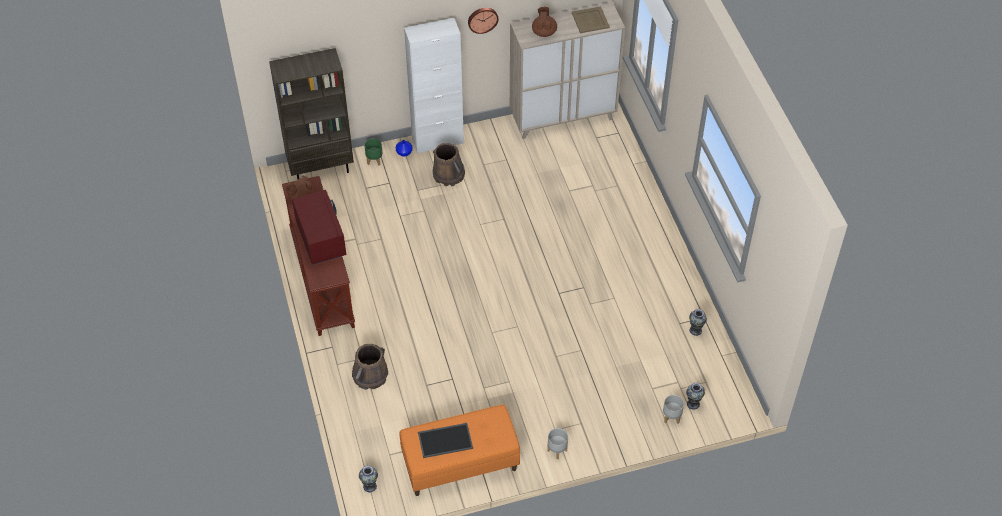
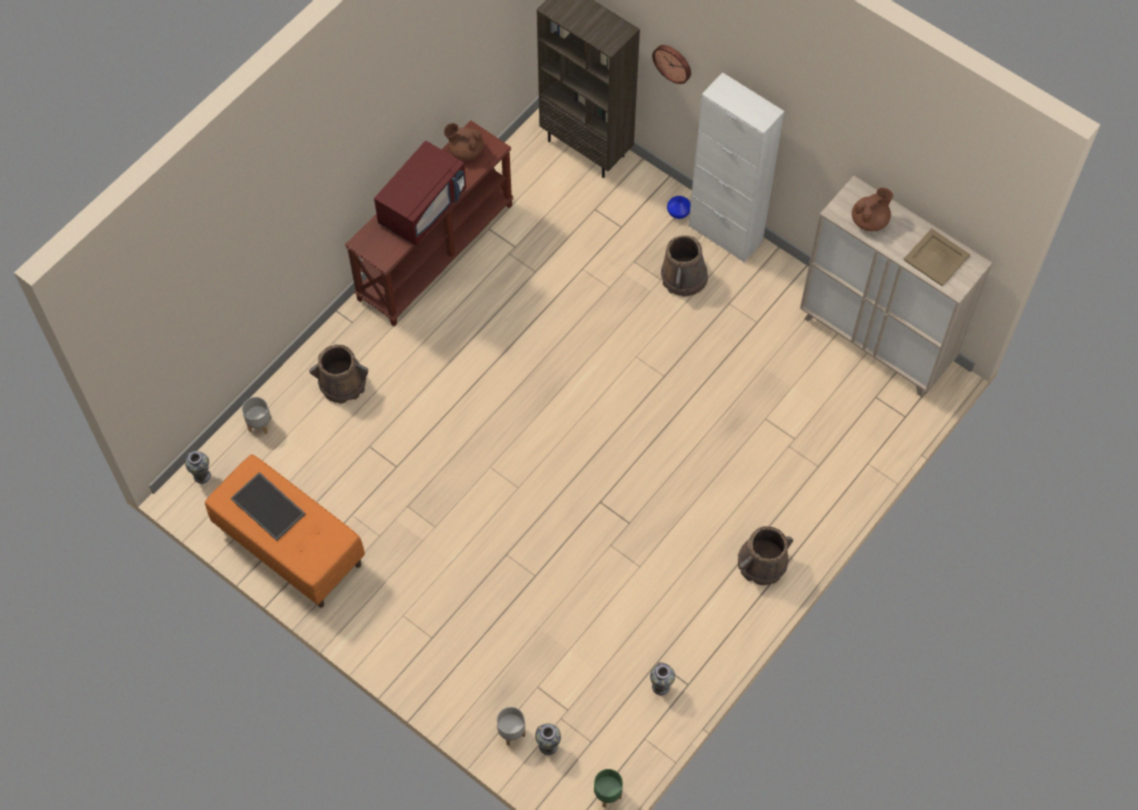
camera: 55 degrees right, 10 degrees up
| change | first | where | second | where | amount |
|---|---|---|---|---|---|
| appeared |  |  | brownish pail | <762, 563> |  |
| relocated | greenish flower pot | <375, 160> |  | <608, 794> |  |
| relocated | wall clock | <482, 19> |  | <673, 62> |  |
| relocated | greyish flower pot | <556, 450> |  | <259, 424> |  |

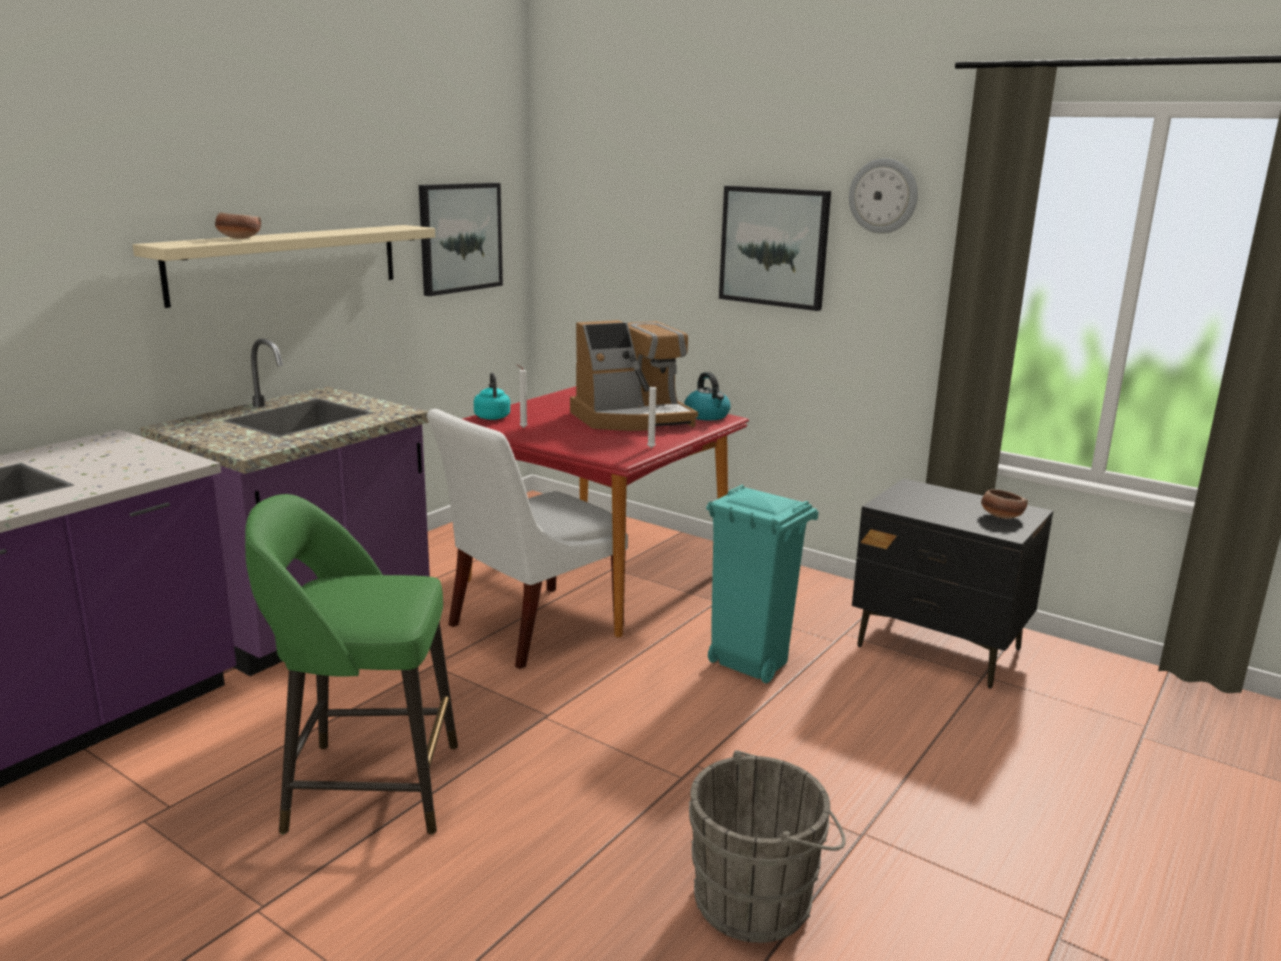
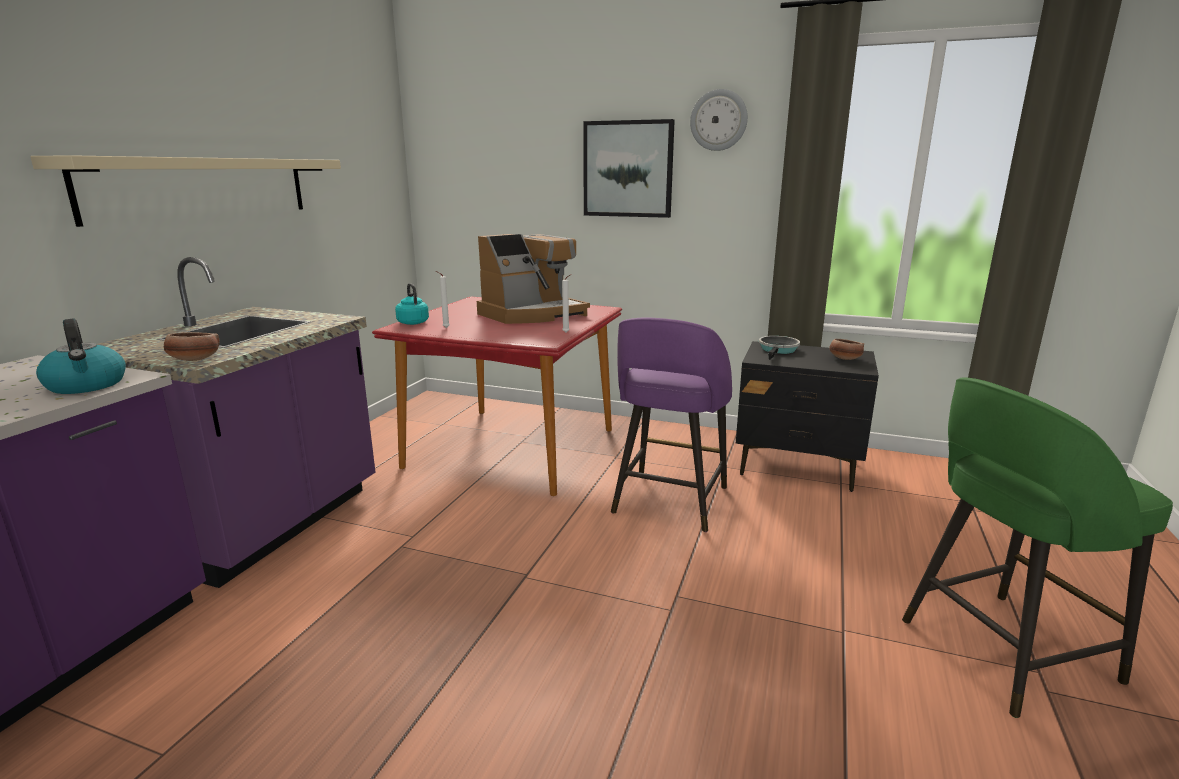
camera: 15 degrees left, 0 degrees up
| change | first | where | second | where | amount |
|---|---|---|---|---|---|
| missing | wall art | <460, 237> |  |  |  |
| missing | white chair | <528, 627> |  |  |  |
| missing | greyish pail | <760, 899> |  |  |  |
| appeared |  |  | frying pan | <778, 350> |  |
| relocated | bowl | <238, 238> |  | <193, 360> |  |
| relocated | greenish sitting stool | <367, 786> |  | <1001, 651> |  |
| relocated | kettle | <707, 416> |  | <87, 385> |  |
| exchanged | turquoise-coloured waste bin | <748, 664> | purple sitting stool | <669, 502> |  |

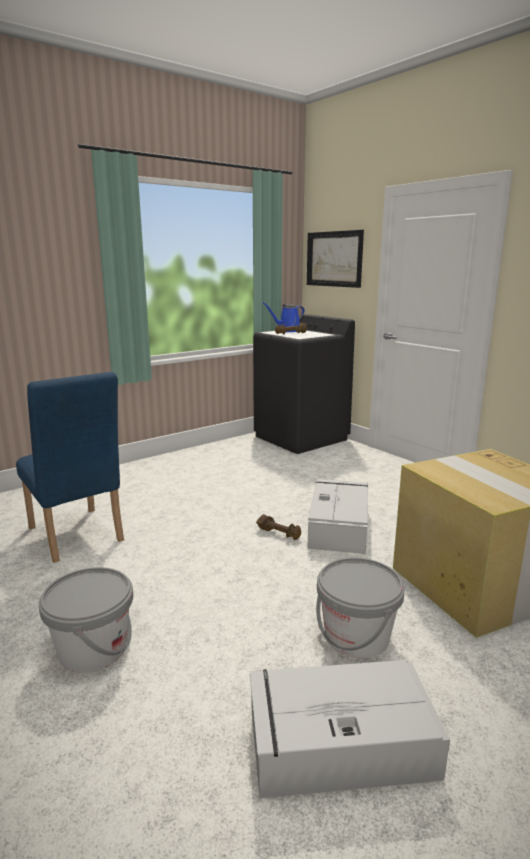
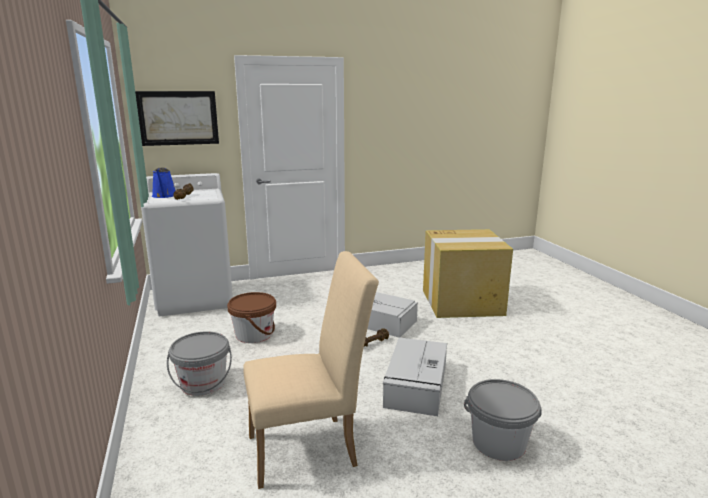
camera: 70 degrees left, 0 degrees up
| change | first | where | second | where | amount |
|---|---|---|---|---|---|
| appeared |  |  | brownish pail | <254, 334> |  |
| relocated | greyish storage bin | <337, 743> |  | <416, 385> |  |
| relocated | greyish pail | <356, 636> |  | <203, 383> |  |
| colour | blue-coloured chair | <77, 537> | beige chair | <311, 448> |  |
| colour | black-coloured washing machine | <301, 438> | white washing machine | <195, 298> |  |

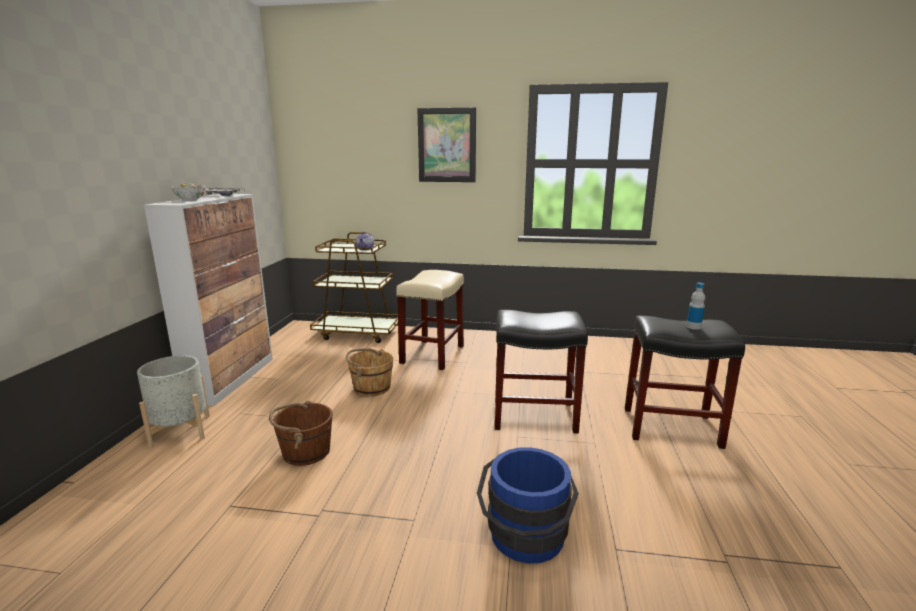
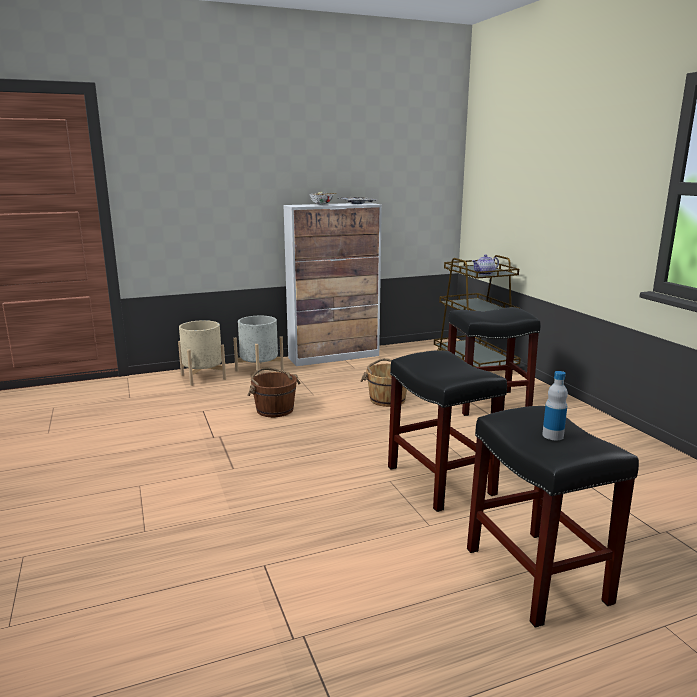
camera: 60 degrees right, 0 degrees up
| change | first | where | second | where | amount |
|---|---|---|---|---|---|
| missing | wall art | <447, 145> |  |  |  |
| missing | blue-coloured pail | <525, 540> |  |  |  |
| appeared |  |  | beige flower pot | <203, 377> |  |
| colour | beige sitting stool | <432, 354> | black-coloured sitting stool | <487, 402> |  |

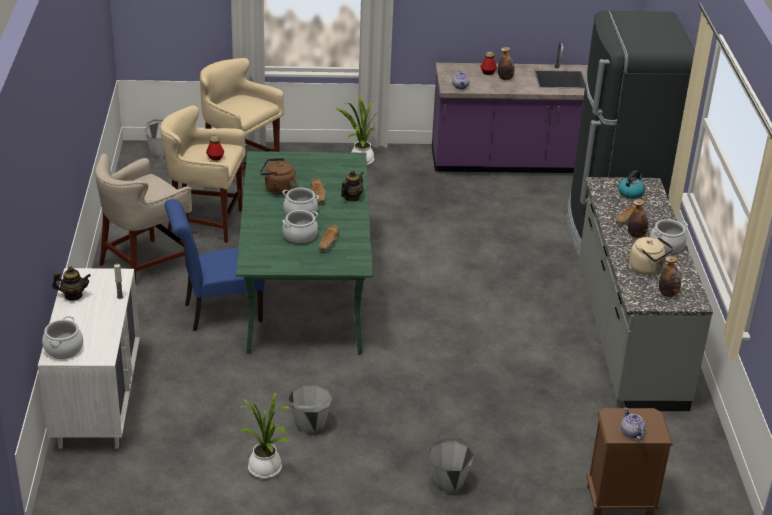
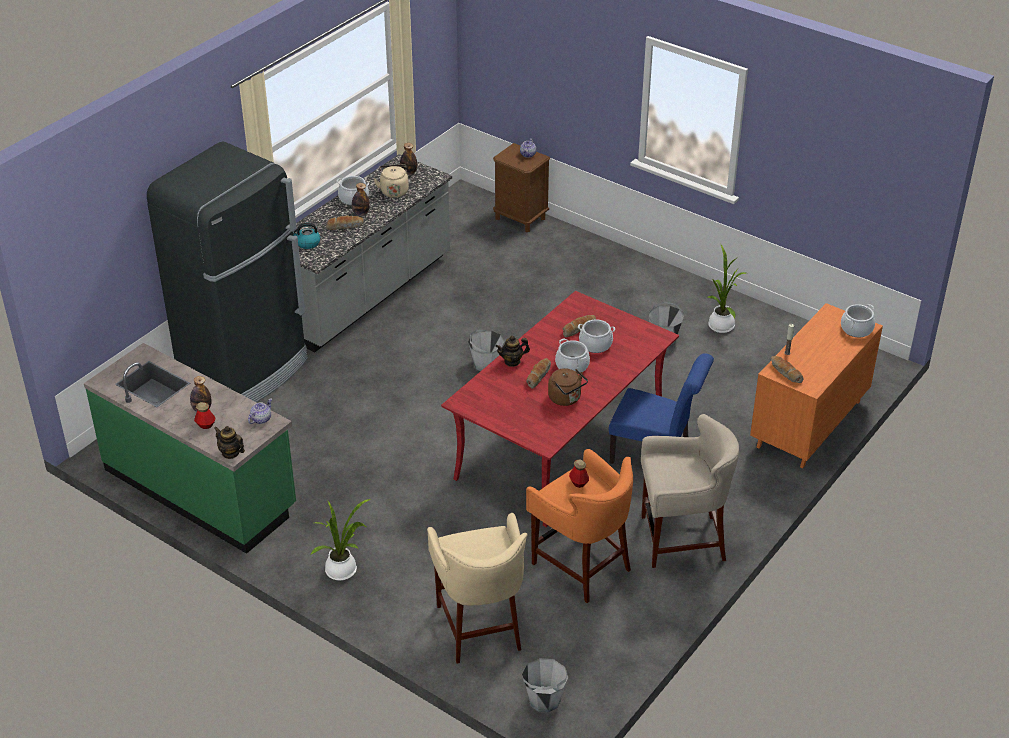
camera: 140 degrees left, 5 degrees up
| change | first | where | second | where | amount |
|---|---|---|---|---|---|
| appeared |  |  | baked bread | <785, 373> |  |
| relocated | pot for tea | <73, 296> |  | <230, 453> |  |
| relocated | greyish pail | <449, 482> |  | <486, 364> |  |
| colour | white chest of drawers | <97, 400> | orange-coloured chest of drawers | <809, 424> |  |
| colour | beige sitting stool | <206, 222> | orange-coloured sitting stool | <582, 565> |  |
| colour | greenish dinner table | <304, 289> | red dinner table | <561, 444> |  |
| colour | purple counter | <513, 163> | greenish counter | <201, 489> |  |

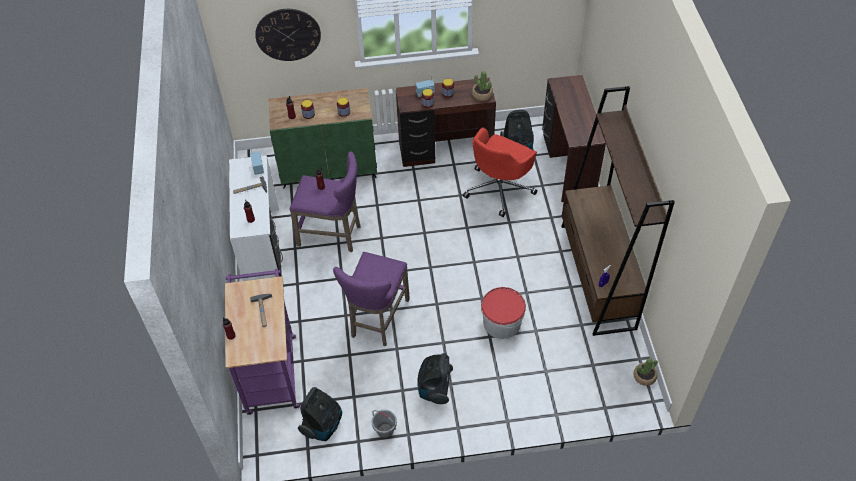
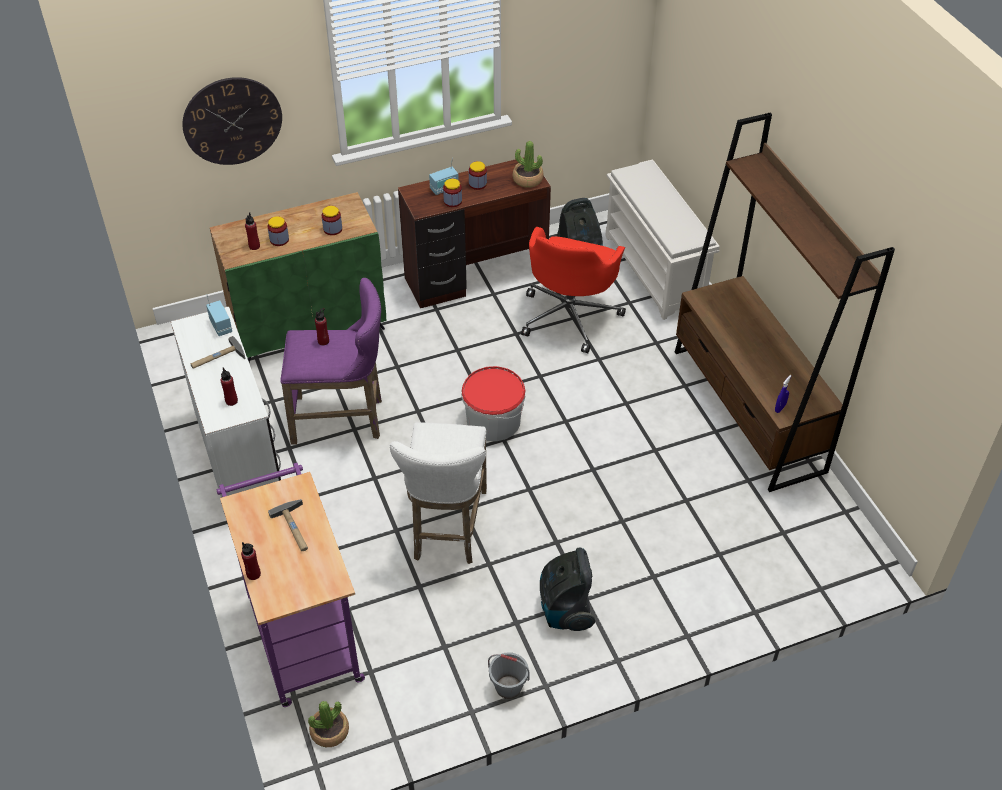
camera: 15 degrees left, 5 degrees down
| change | first | where | second | where | amount |
|---|---|---|---|---|---|
| missing | vacuum cleaner | <323, 426> |  |  |  |
| relocated | pail | <501, 323> |  | <493, 421> |  |
| relocated | plant in a pot | <644, 376> |  | <329, 731> |  |
| exchanged | brownish desk table | <567, 166> | white shoe stand | <655, 271> |  |
| colour | purple sitting stool | <377, 320> | white sitting stool | <447, 529> |  |

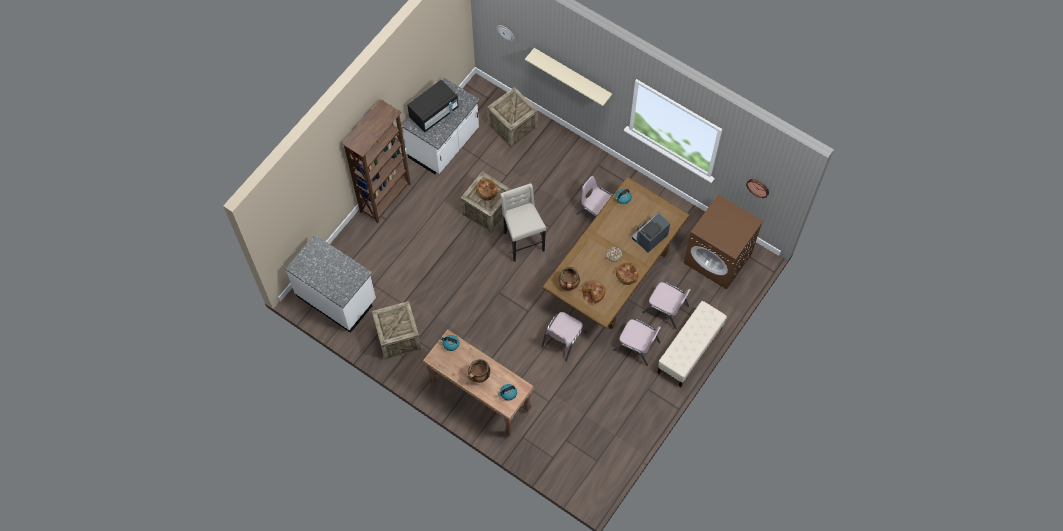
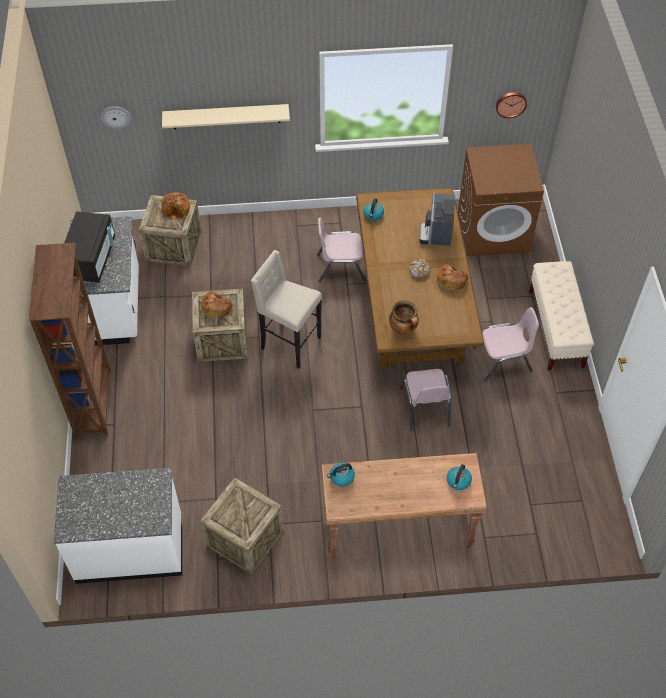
camera: 40 degrees left, 10 degrees down
| change | first | where | second | where | amount |
|---|---|---|---|---|---|
| missing | cooking pot | <479, 376> |  |  |  |
| missing | pink chair | <666, 309> |  |  |  |
| relocated | baked bread | <593, 293> |  | <176, 209> |  |

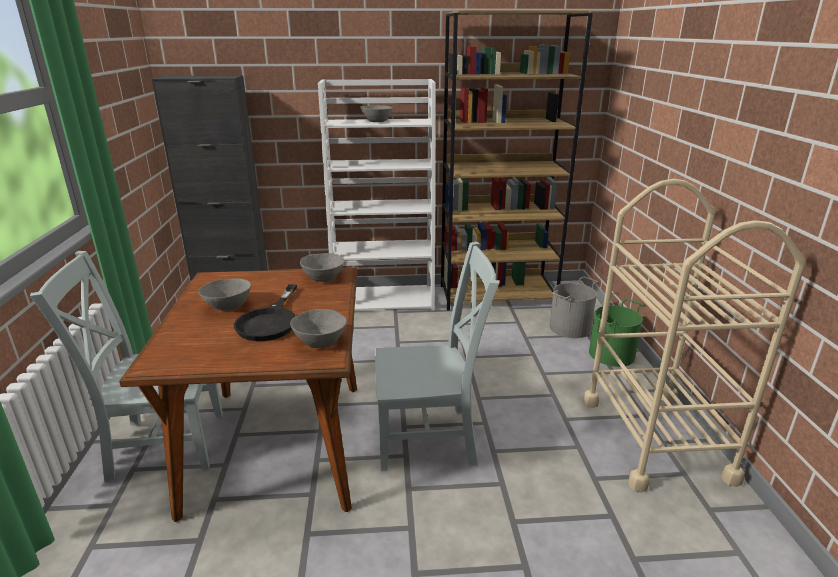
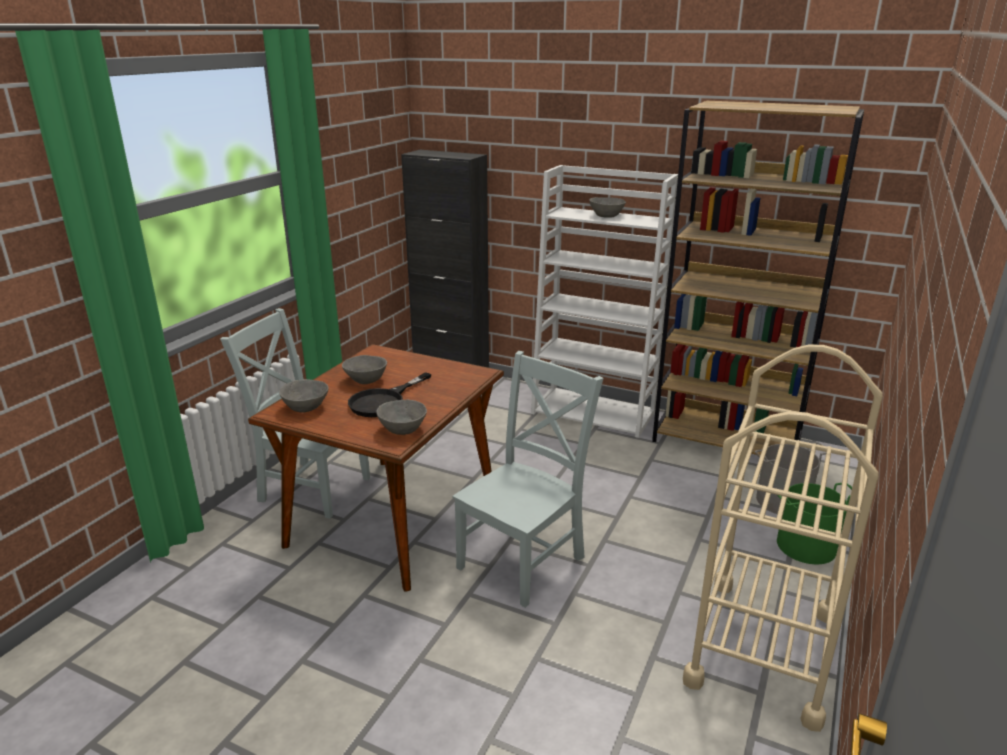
camera: 30 degrees right, 0 degrees up
| change | first | where | second | where | amount |
|---|---|---|---|---|---|
| relocated | greyish bowl | <324, 278> |  | <306, 407> |  |
| spun | greyish chair | <430, 438> |  | <524, 560> | 75 degrees counterclockwise |

